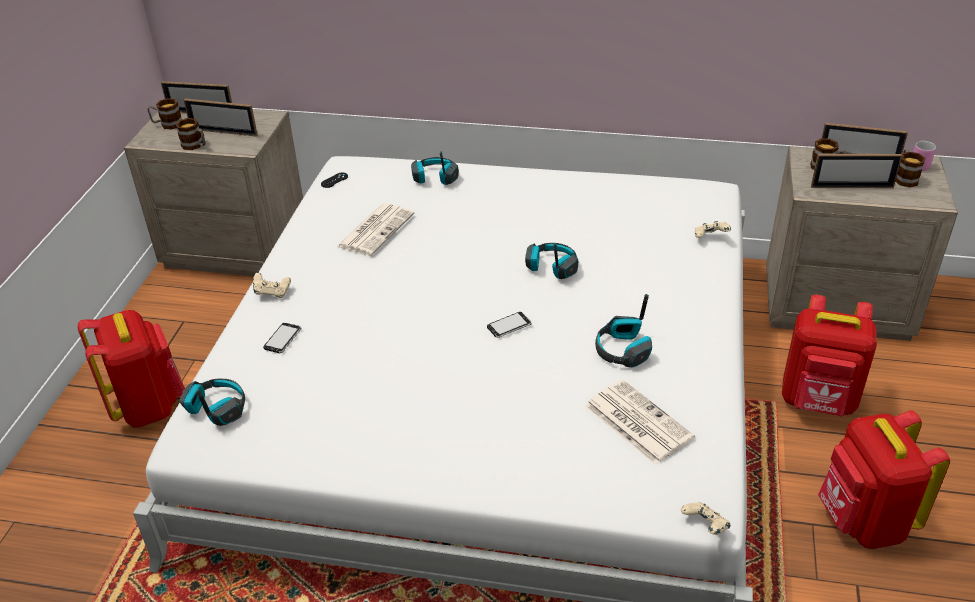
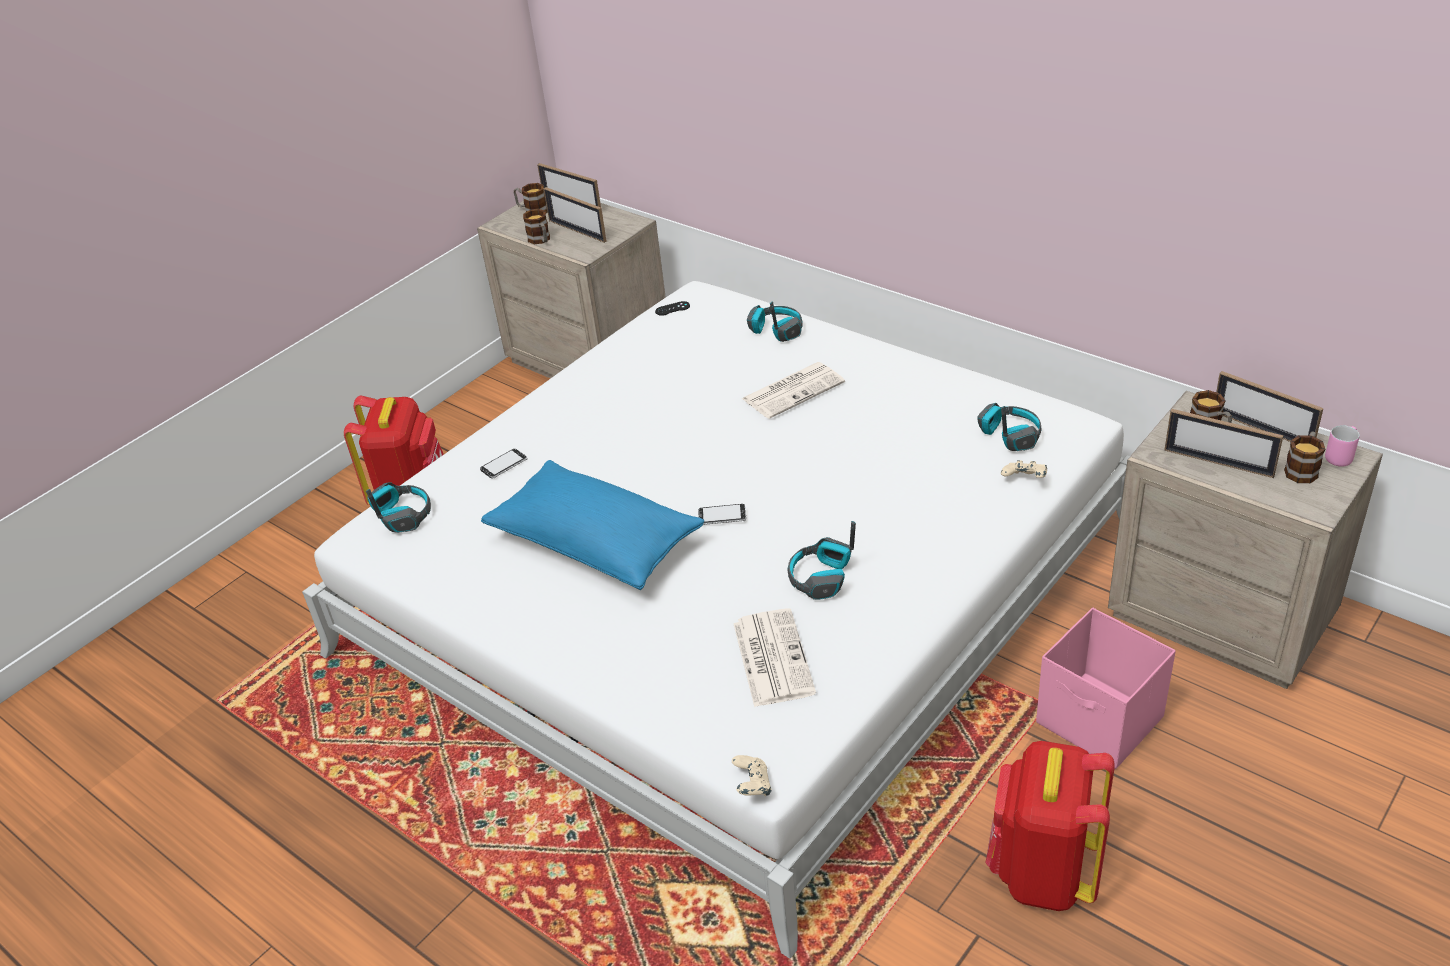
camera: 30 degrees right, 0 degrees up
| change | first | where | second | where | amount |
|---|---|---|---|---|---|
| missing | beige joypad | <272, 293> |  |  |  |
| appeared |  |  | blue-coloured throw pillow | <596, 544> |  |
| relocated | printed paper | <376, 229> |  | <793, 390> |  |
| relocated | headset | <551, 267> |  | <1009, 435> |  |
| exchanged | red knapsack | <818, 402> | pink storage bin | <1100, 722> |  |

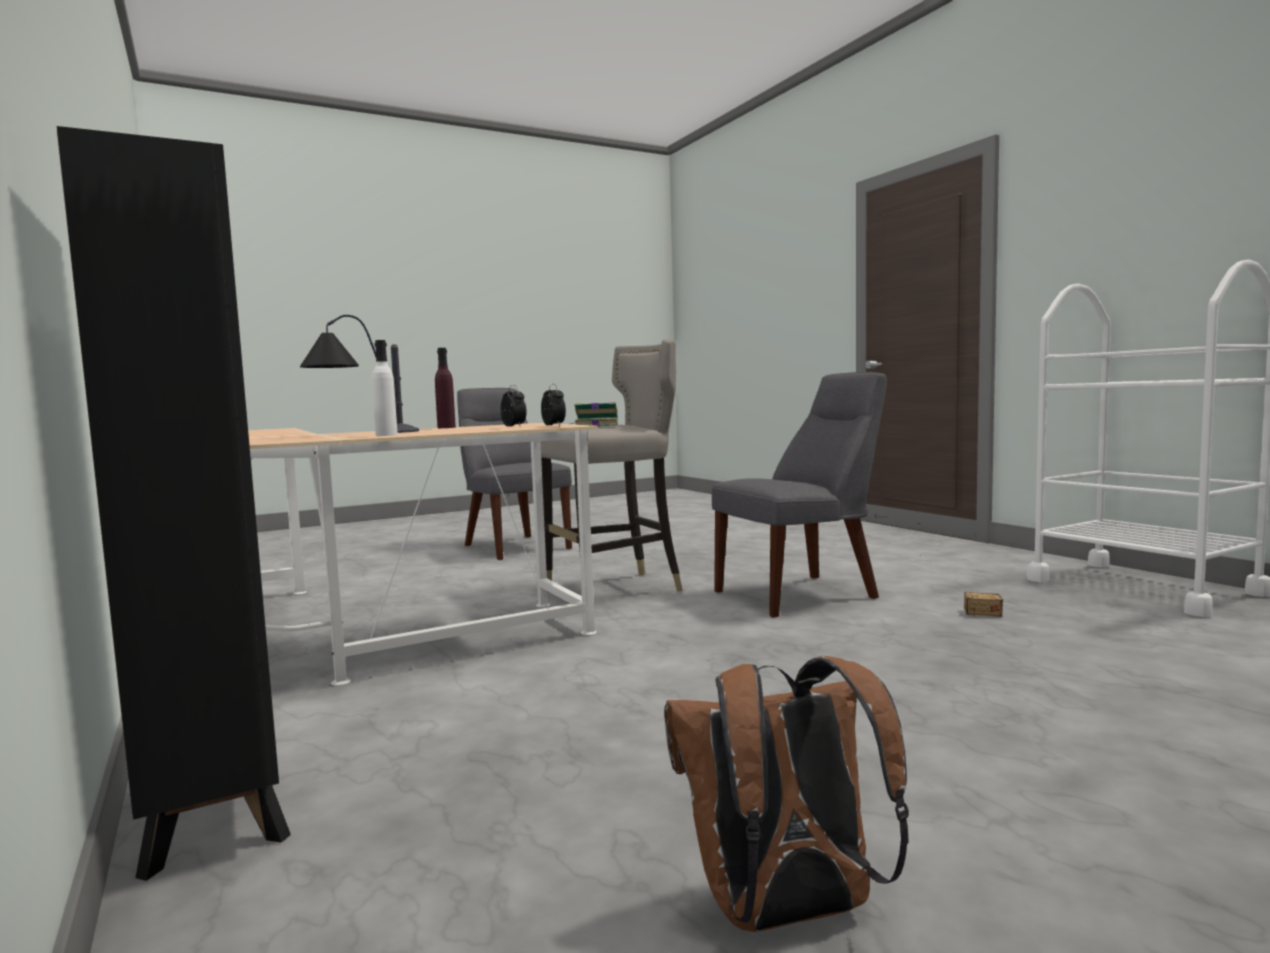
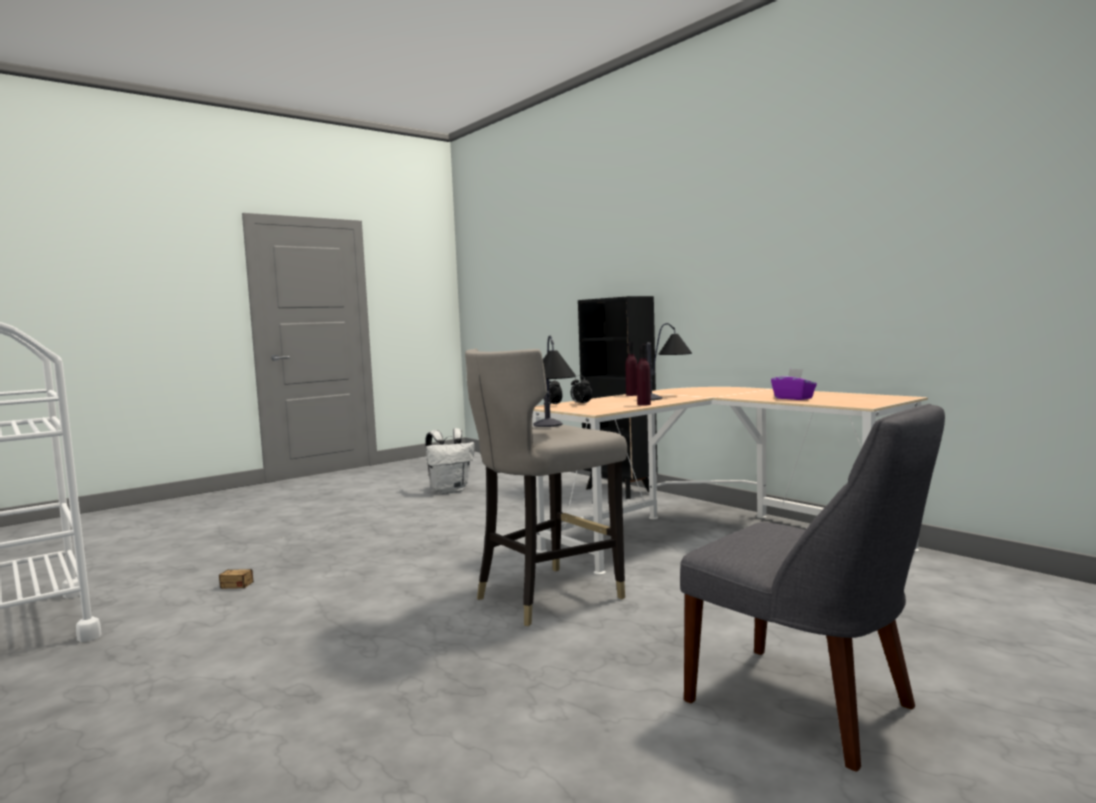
camera: 170 degrees right, 0 degrees up
| change | first | where | second | where | amount |
|---|---|---|---|---|---|
| missing | greyish chair | <802, 594> |  |  |  |
| appeared |  |  | purple tissue box | <793, 398> |  |
| exchanged | bound book | <595, 425> | lamp for a table | <553, 429> |  |
| colour | white bottle | <386, 435> | purple bottle | <632, 395> |  |
| colour | brownish knapsack | <784, 914> | white knapsack | <450, 491> |  |

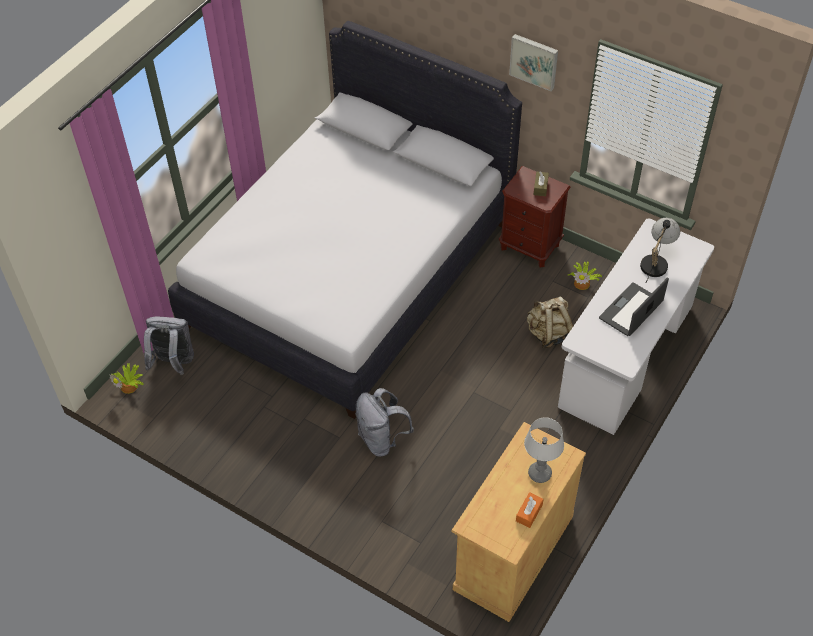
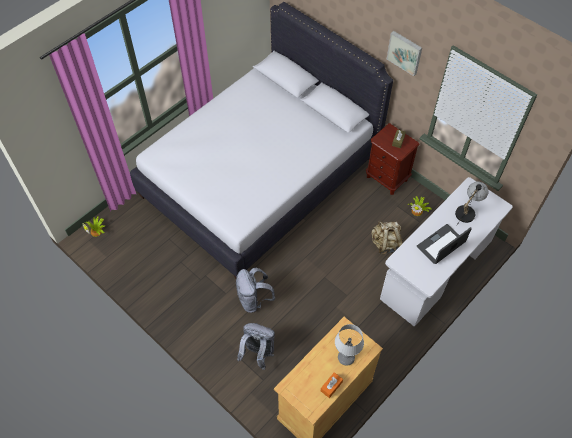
camera: 10 degrees right, 5 degrees up
| change | first | where | second | where | amount |
|---|---|---|---|---|---|
| relocated | greyish knapsack | <174, 363> |  | <257, 353> |  |

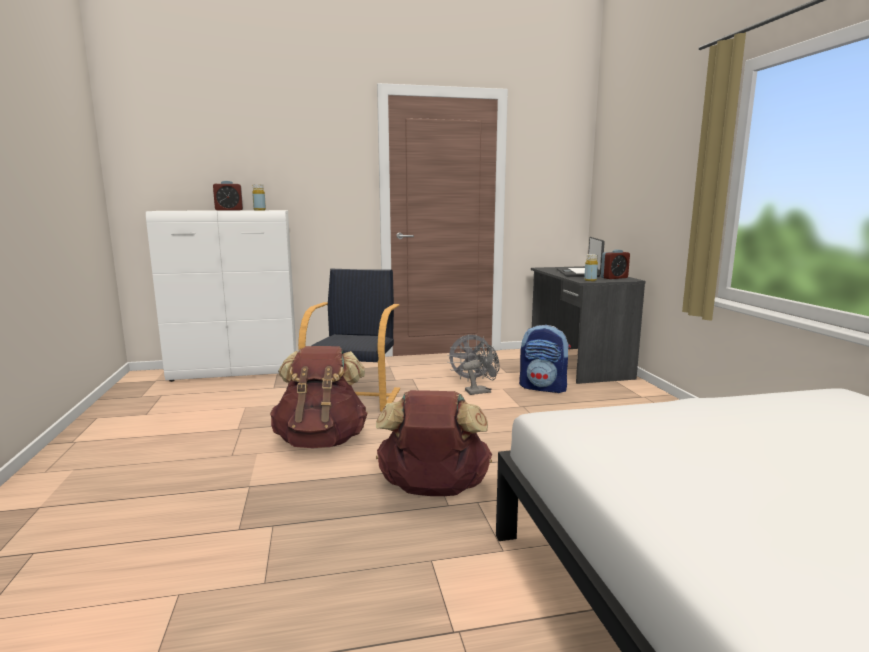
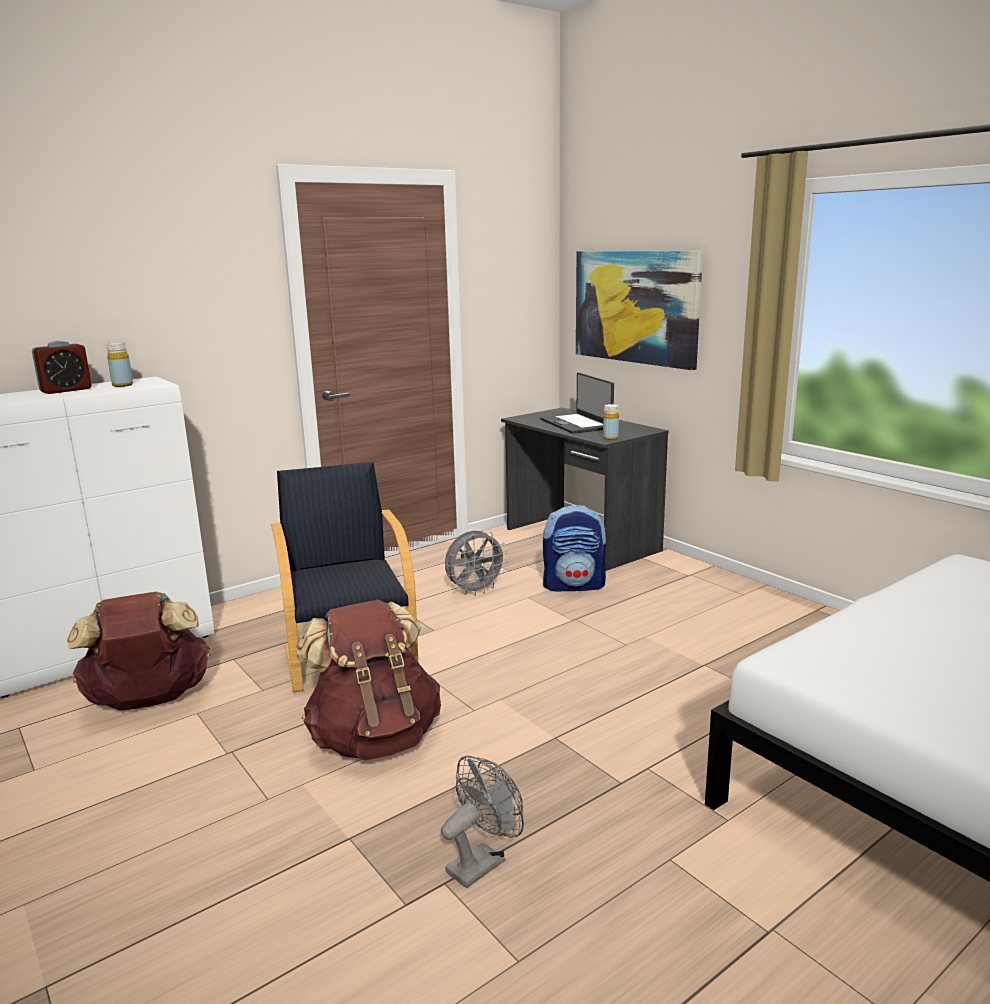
camera: 25 degrees left, 5 degrees up
| change | first | where | second | where | amount |
|---|---|---|---|---|---|
| missing | bedside clock | <614, 278> |  |  |  |
| appeared |  |  | wall art | <635, 307> |  |
| relocated | brownish knapsack | <433, 491> |  | <149, 701> |  |
| relocated | greyish cooling fan | <481, 391> |  | <482, 862> |  |

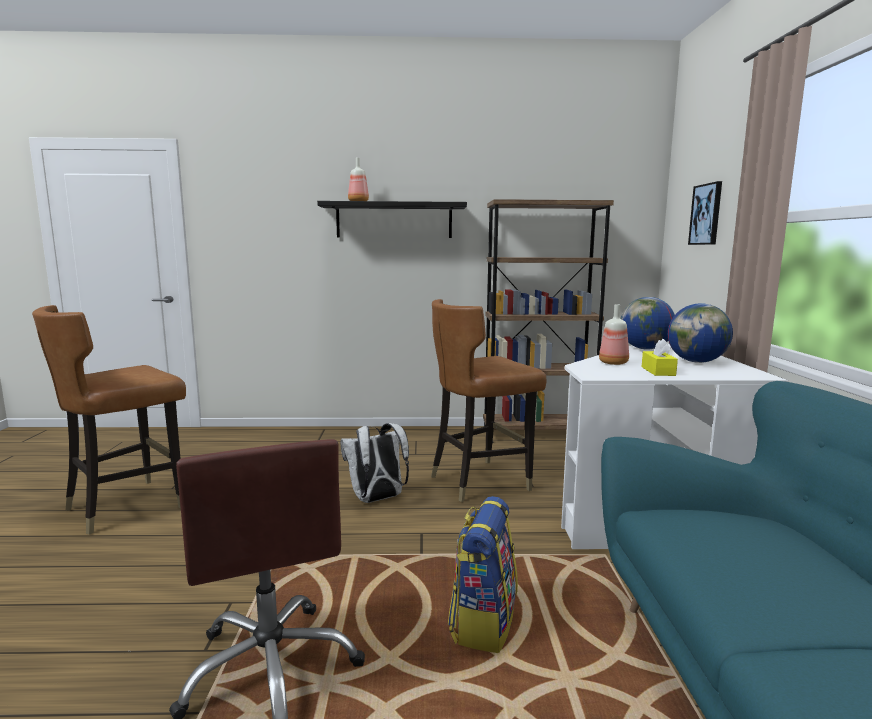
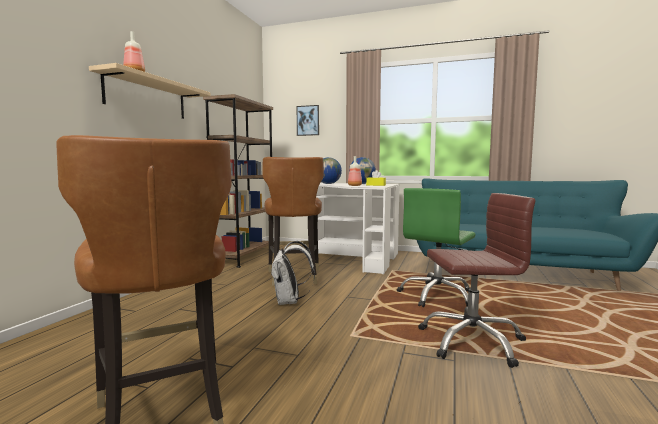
camera: 70 degrees left, 5 degrees down
| change | first | where | second | where | amount |
|---|---|---|---|---|---|
| exchanged | knapsack | <482, 622> | greenish office chair | <437, 296> |  |
| colour | black-coloured bracket shelf | <394, 221> | beige bracket shelf | <147, 97> |  |

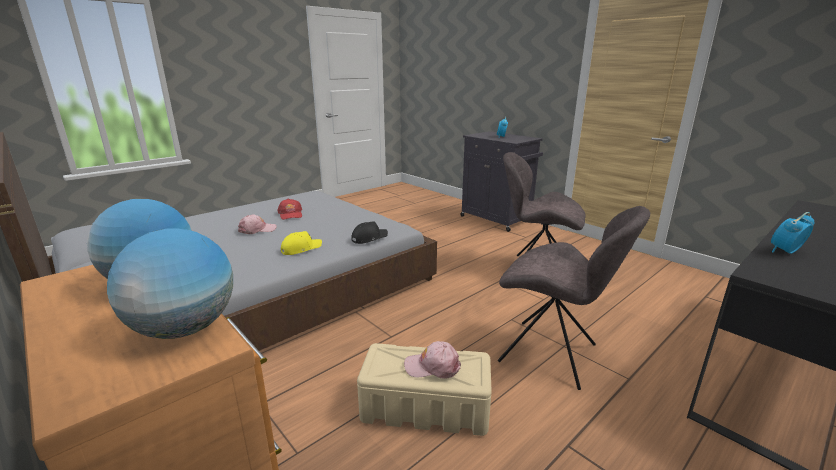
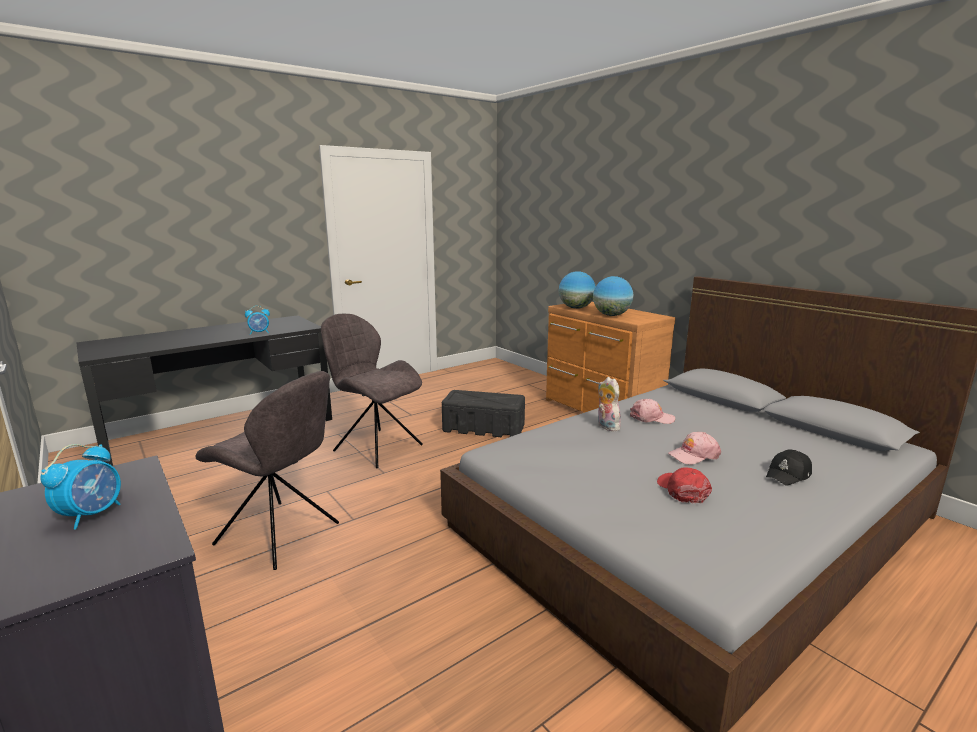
camera: 175 degrees left, 5 degrees down
| change | first | where | second | where | amount |
|---|---|---|---|---|---|
| relocated | black-coloured baseball cap | <369, 238> |  | <789, 475> |  |
| relocated | pink baseball cap | <432, 366> |  | <651, 418> |  |
| exchanged | yellow-coloured baseball cap | <301, 248> | cuddly toy | <606, 426> |  |
| colour | beige storage bin | <424, 407> | black-coloured storage bin | <484, 428> |  |

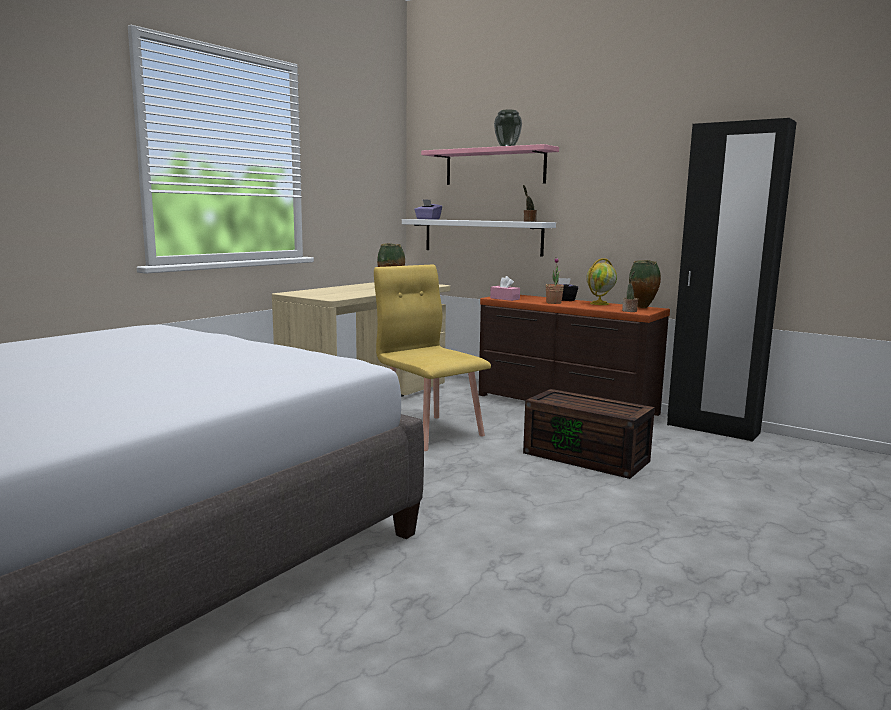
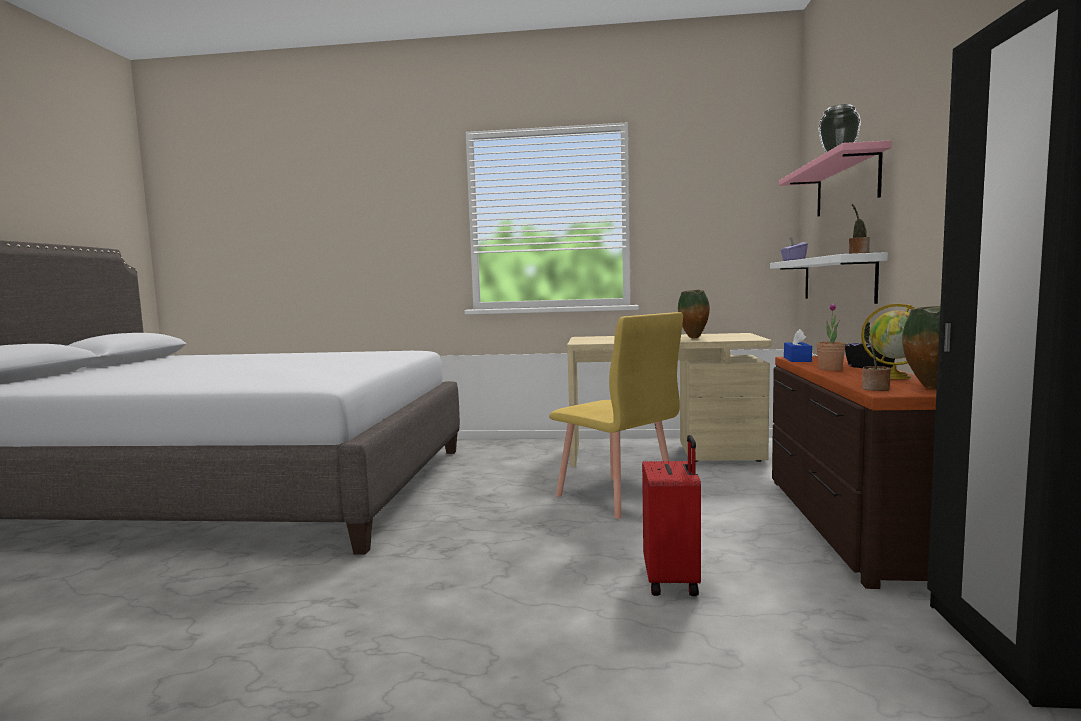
camera: 60 degrees right, 5 degrees down
| change | first | where | second | where | amount |
|---|---|---|---|---|---|
| exchanged | brownish storage bin | <588, 457> | red piece of luggage | <673, 580> |  |
| colour | pink tissue box | <504, 298> | blue-coloured tissue box | <797, 359> |  |
| spun | yellow-coloured chair | <431, 432> |  | <615, 496> | 120 degrees clockwise |

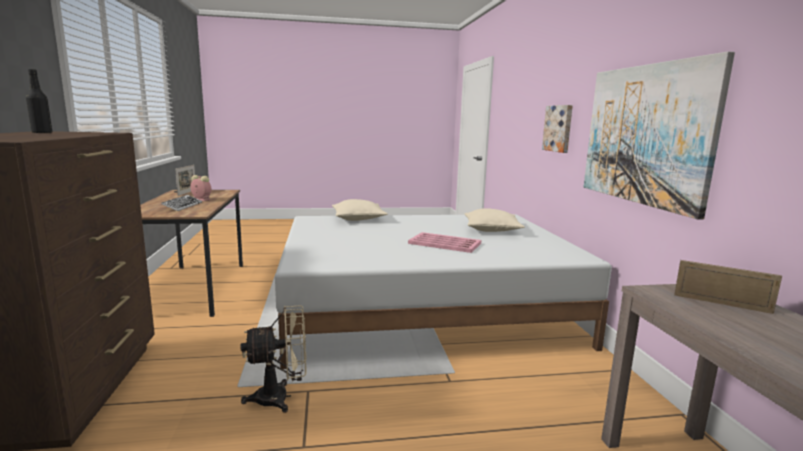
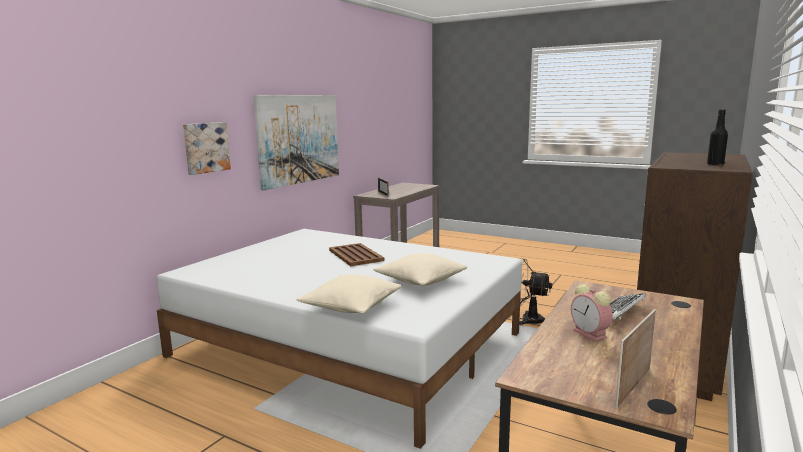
camera: 140 degrees left, 0 degrees up
| change | first | where | second | where | amount |
|---|---|---|---|---|---|
| relocated | beige throw pillow | <492, 229> |  | <420, 280> |  |
| colour | pink carrying tray | <445, 243> | brownish carrying tray | <355, 255> |  |

